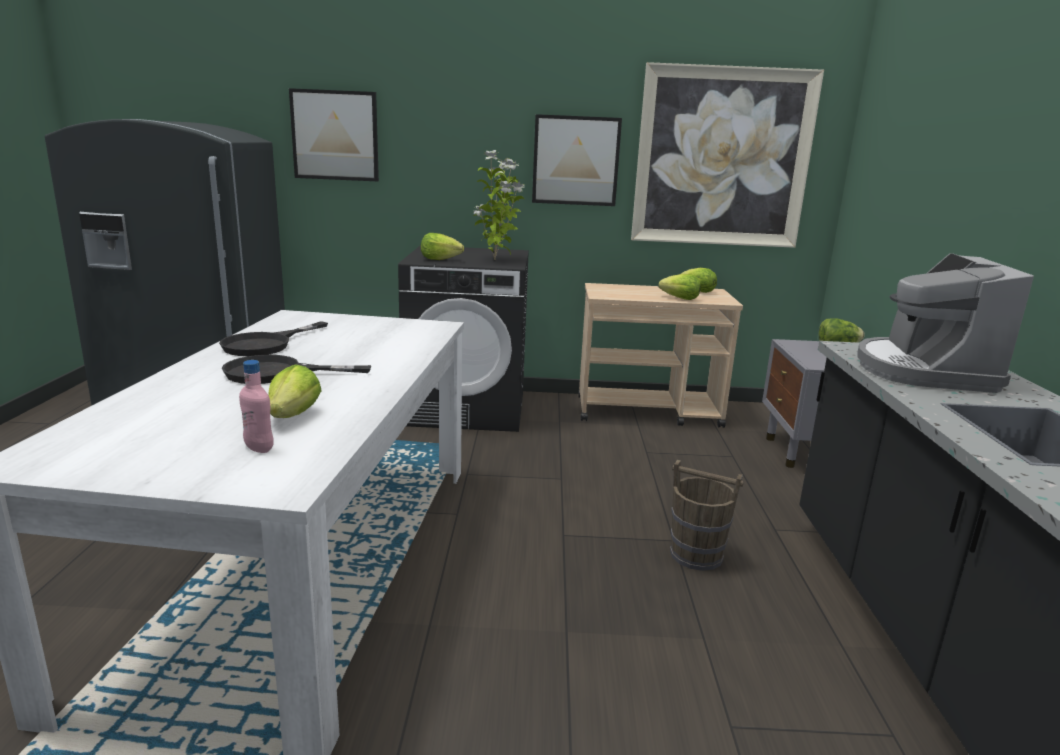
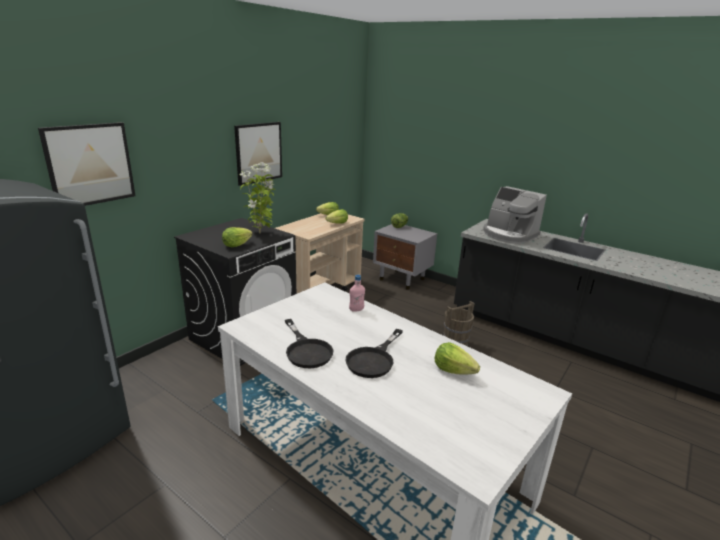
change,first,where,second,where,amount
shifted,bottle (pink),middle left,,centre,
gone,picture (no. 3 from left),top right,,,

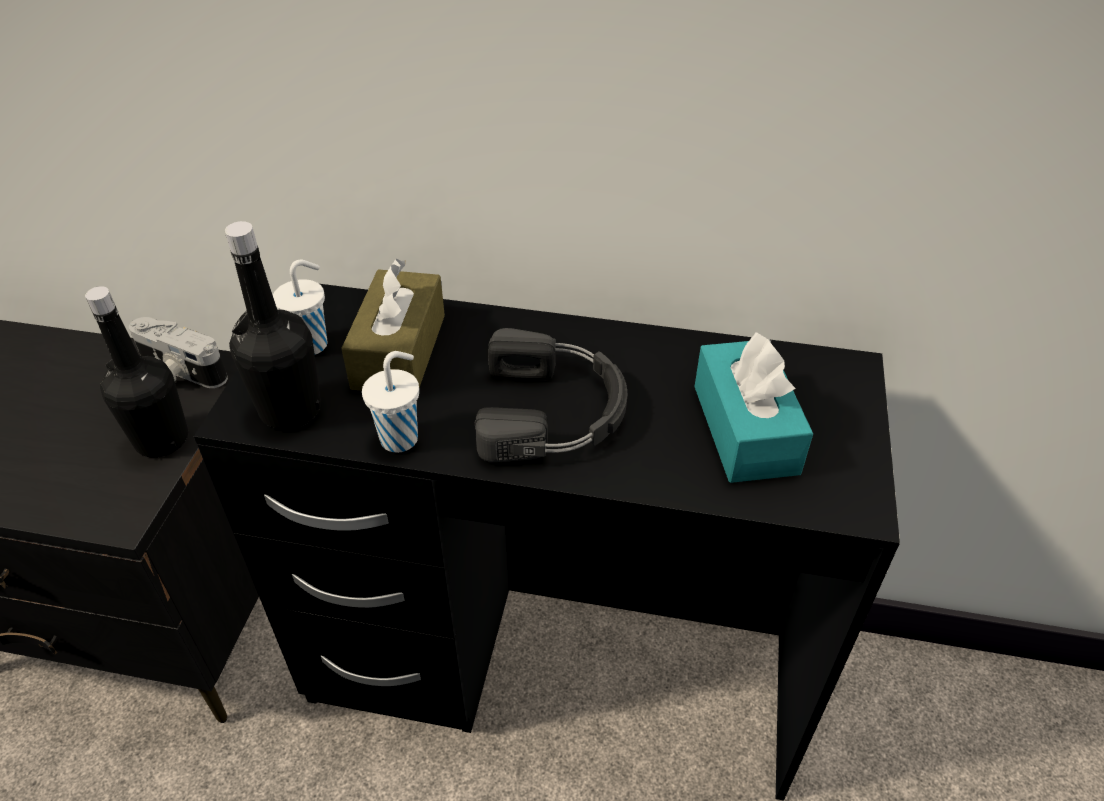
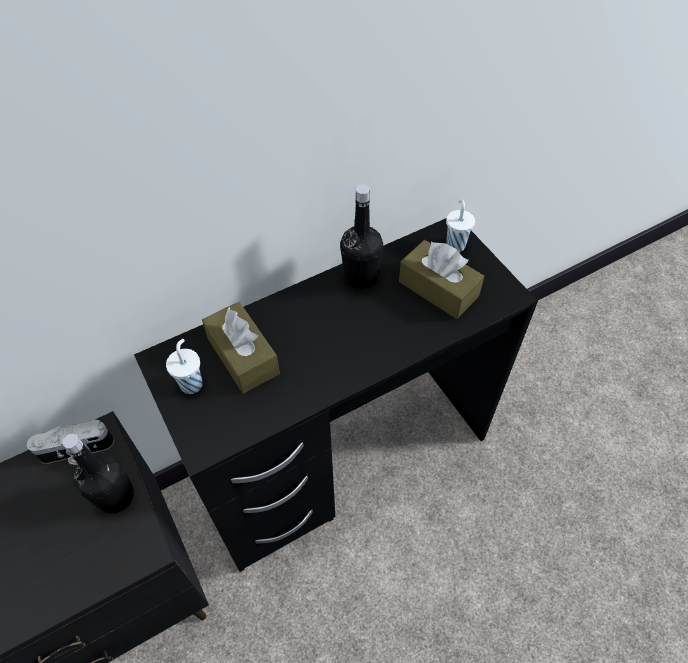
change,first,where,second,where,amount
shifted,bottle (black) (no. 2 from left),middle left,,centre,
shifted,cup (white) (no. 2 from left),centre,,middle right,
gone,headphones (black),centre,,,
repainted,tissue box (turquoise),middle right,tissue box (brown) (no. 2 from left),centre,

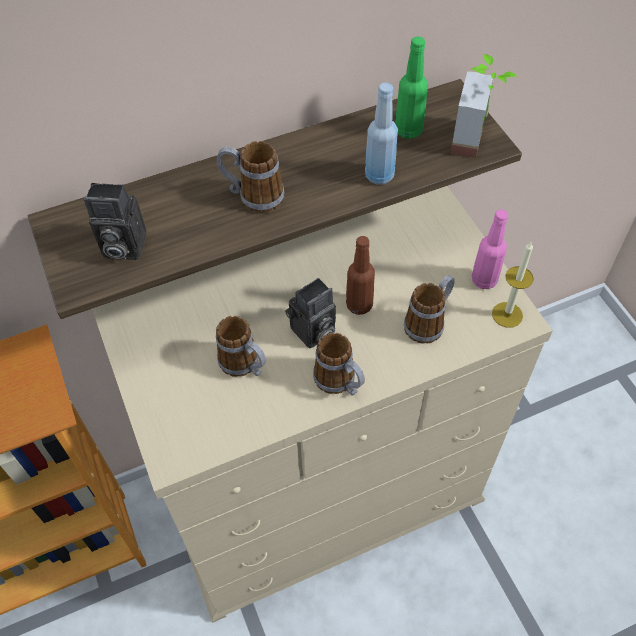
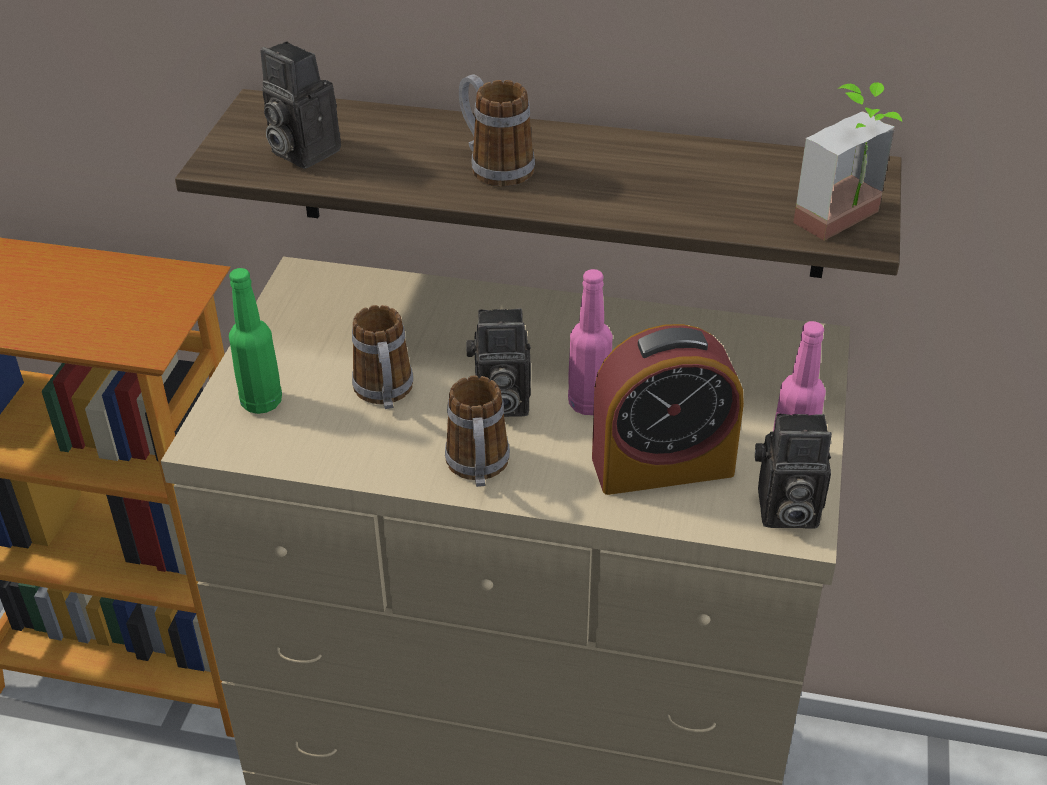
change,first,where,second,where,amount
repainted,bottle (brown),centre,bottle (pink) (no. 1 from left),centre,
gone,bottle (blue),top centre,,,
shifted,bottle (green),top centre,,middle left,
swapped,mug (no. 4 from left),middle right,alarm clock,centre,
swapped,candle,middle right,photo camera (no. 3 from left),middle right,

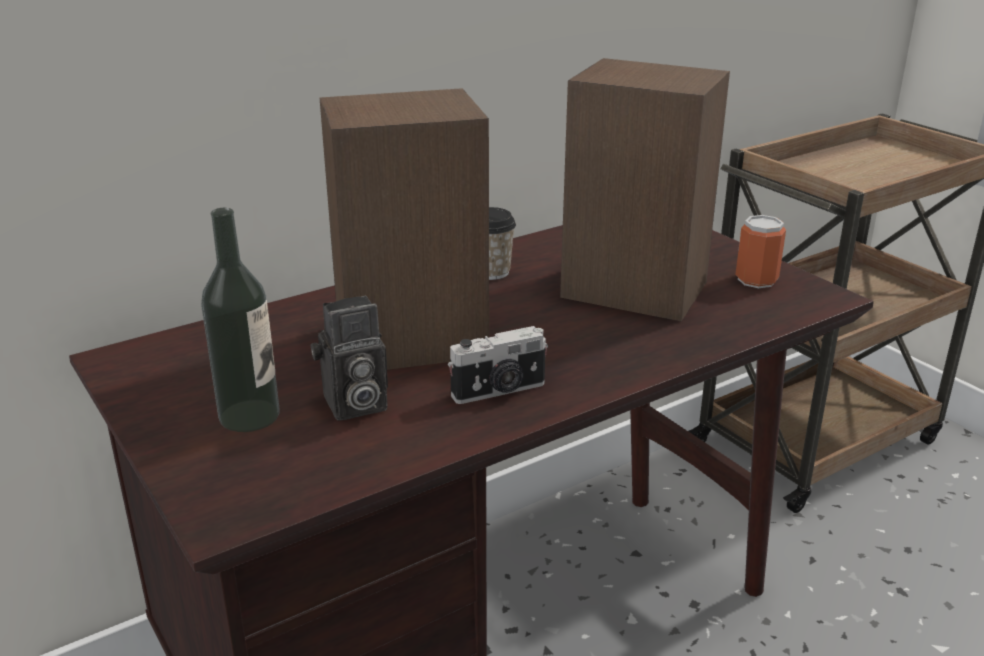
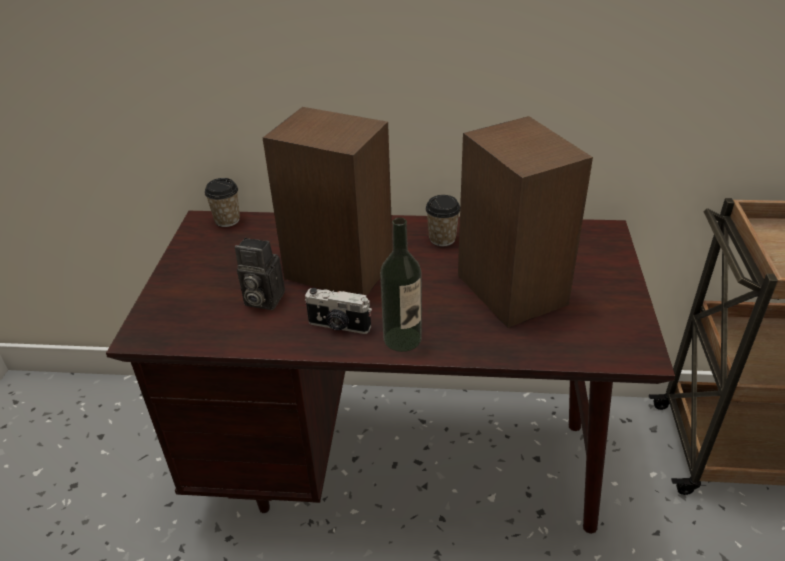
change,first,where,second,where,amount
shifted,bottle,middle left,,centre,
gone,can,middle right,,,
new,,,cup (no. 1 from left),middle left,

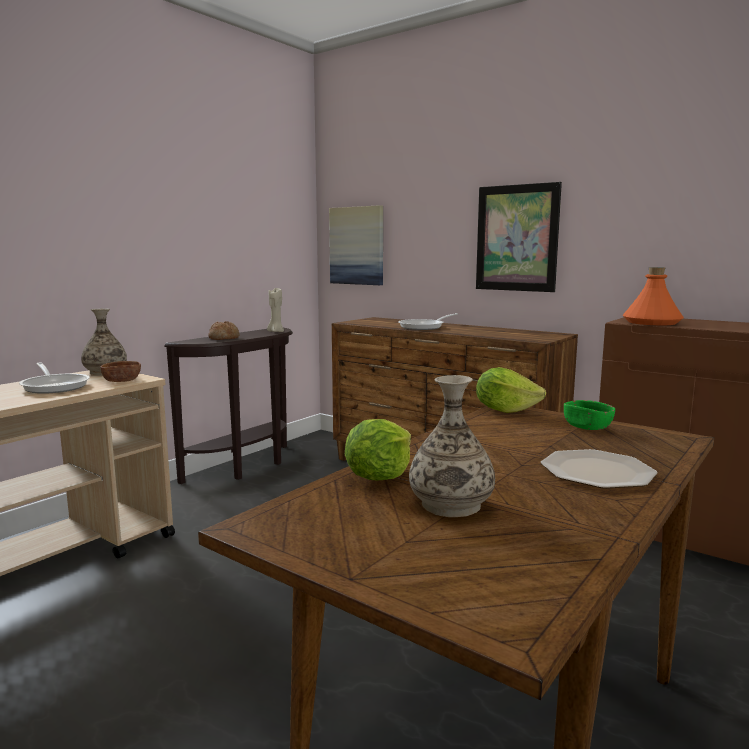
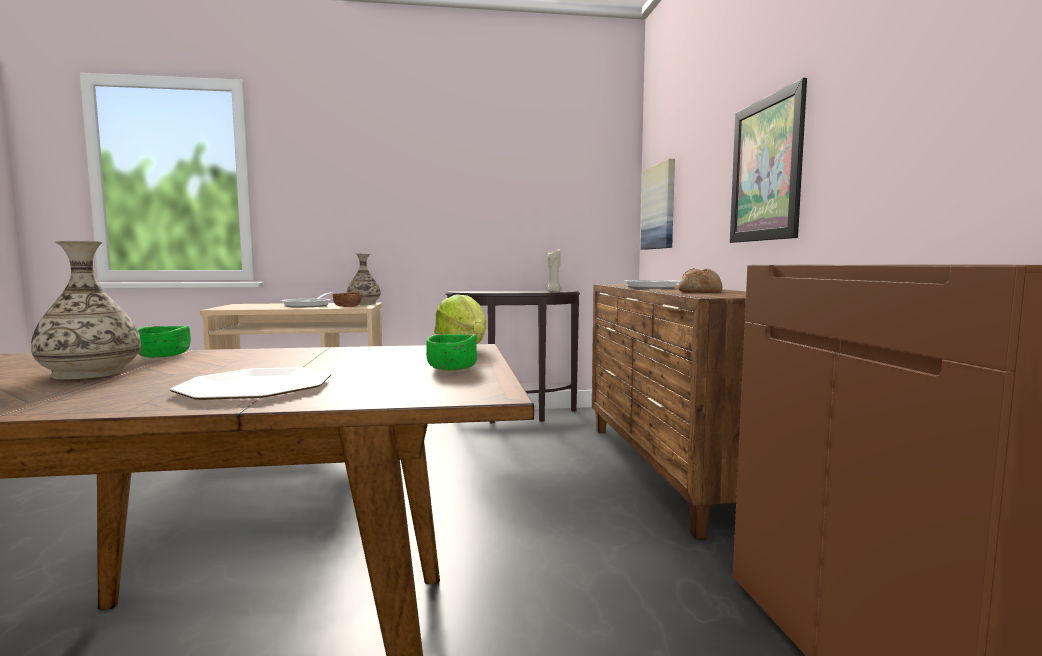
change,first,where,second,where,amount
shifted,bread,middle left,,middle right,
swapped,lettuce (no. 1 from left),centre,bowl (green) (no. 1 from left),middle left,
gone,bottle (orange),middle right,,,

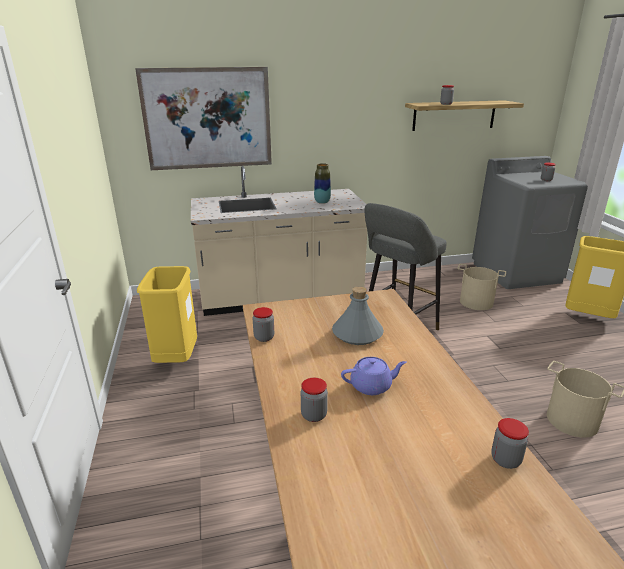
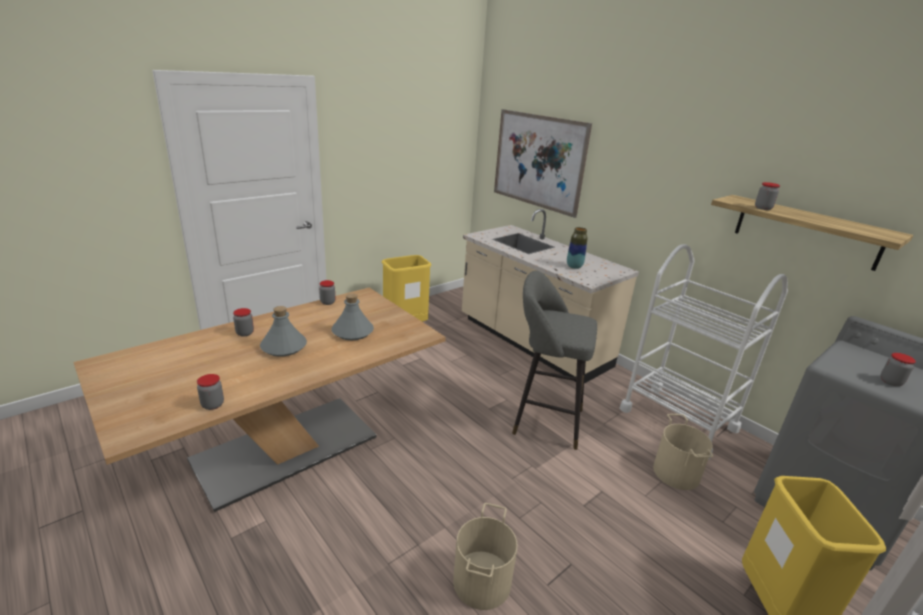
change,first,where,second,where,amount
swapped,teapot (purple),centre,bottle (grey) (no. 1 from left),middle left,
new,,,cart (white),middle right,

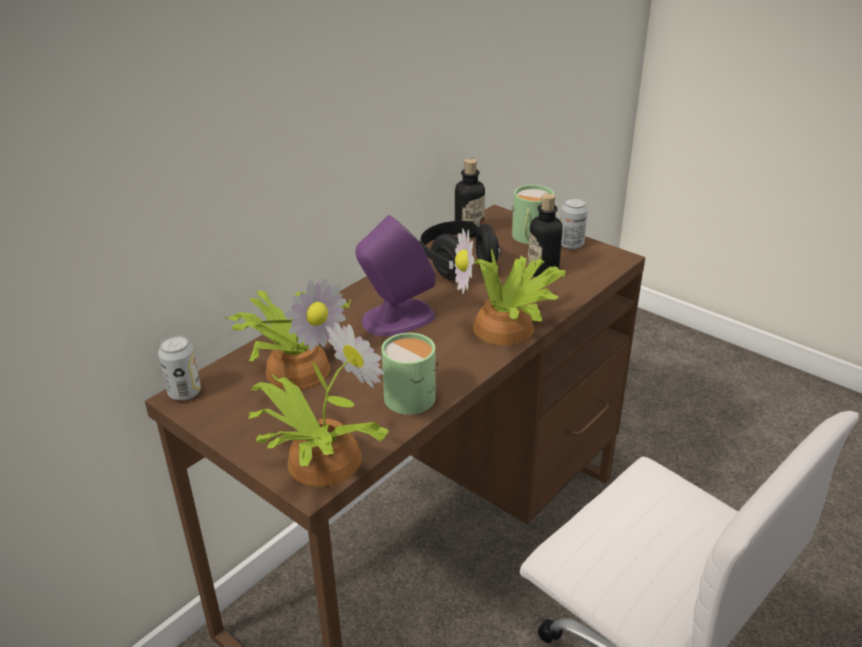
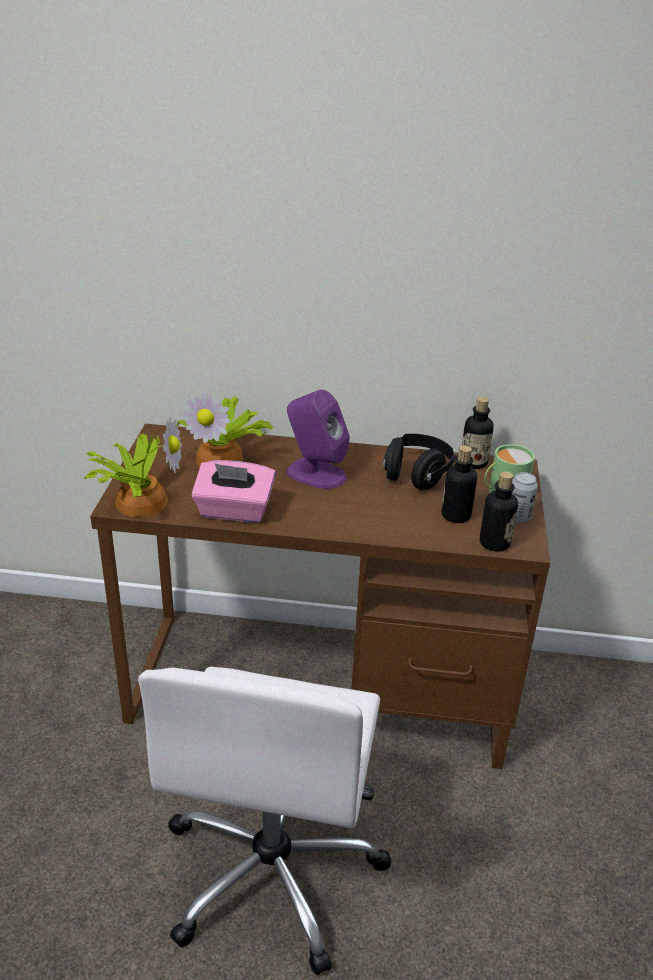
change,first,where,second,where,amount
gone,can (no. 1 from left),middle left,,,
swapped,mug (green) (no. 1 from left),centre,tissue box (pink),centre,
gone,potted plant (no. 3 from left),centre,,,
new,,,bottle (no. 3 from left),middle right,

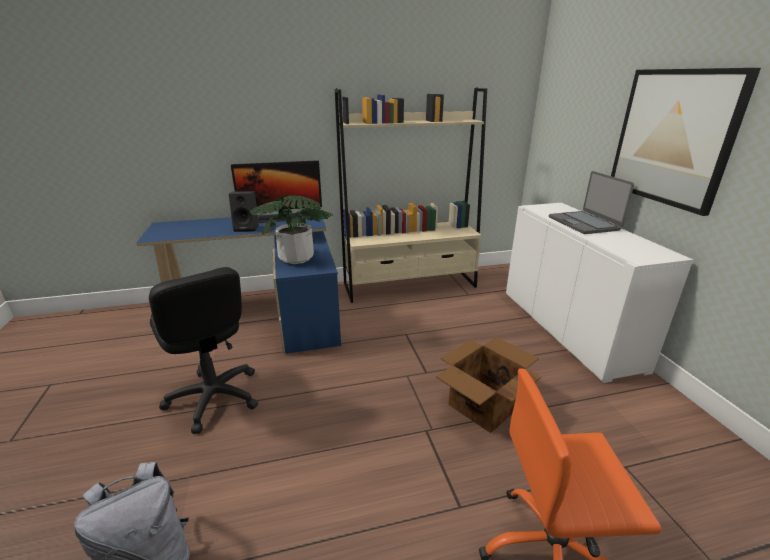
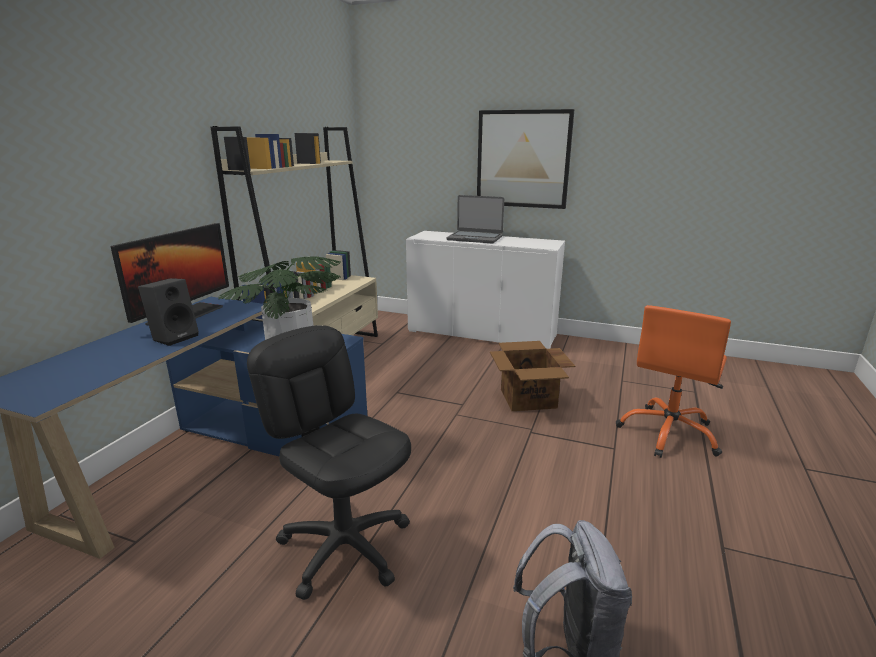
change,first,where,second,where,amount
rotated,office chair (black),middle left,,bottom centre,135 degrees counterclockwise

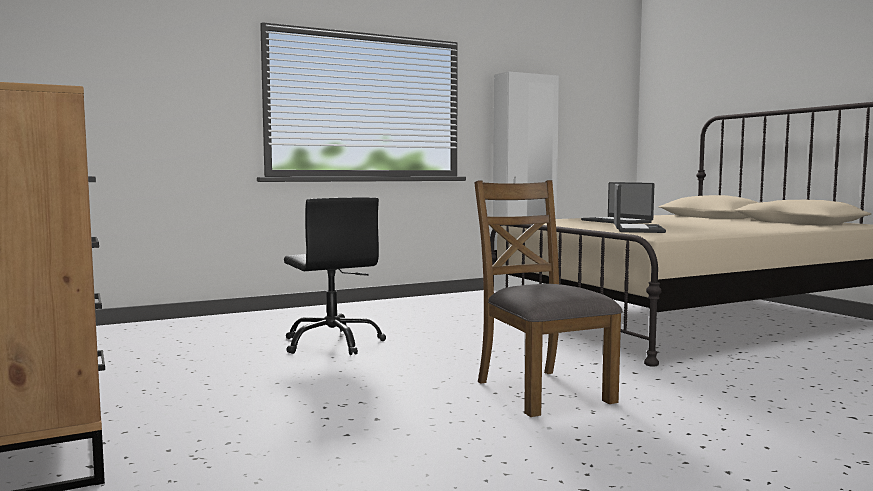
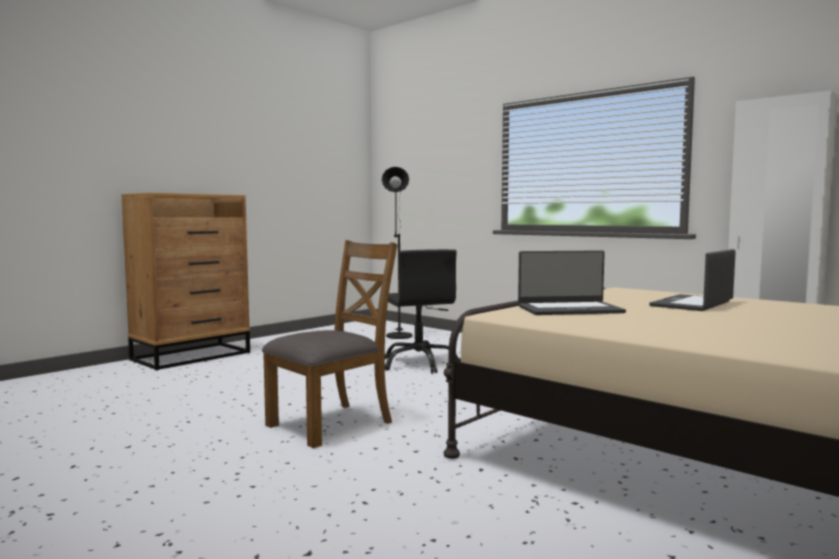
change,first,where,second,where,amount
rotated,office chair (black),centre,,centre,60 degrees counterclockwise
new,,,floor lamp (black),centre,

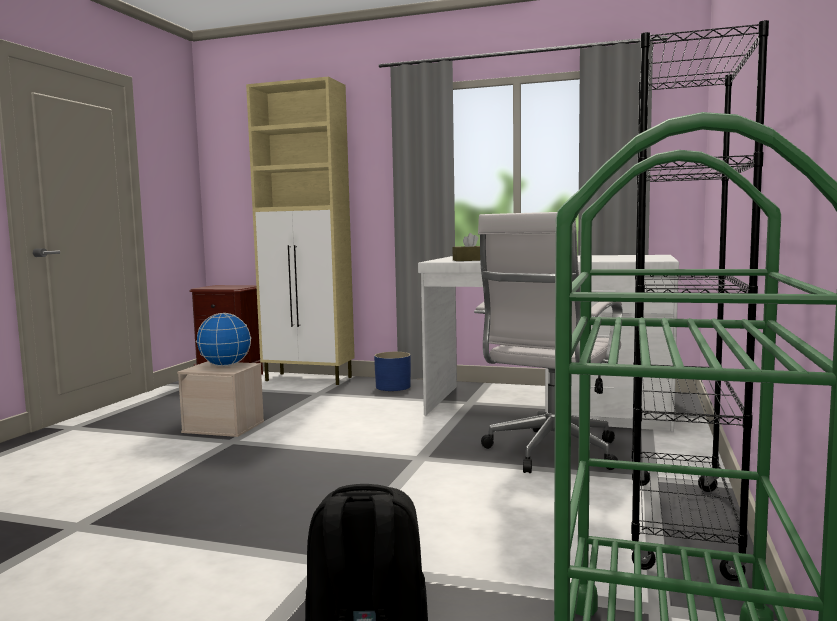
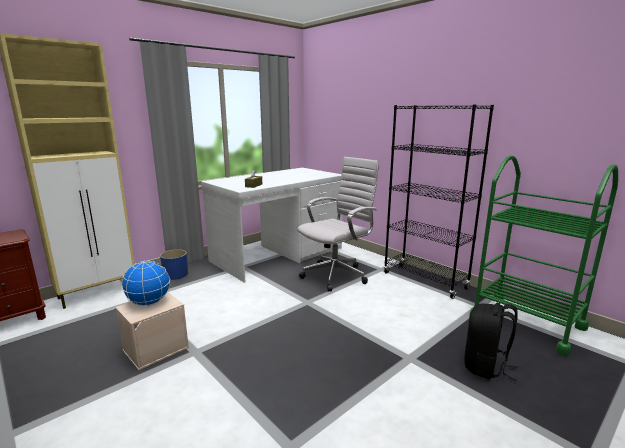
change,first,where,second,where,amount
rotated,office chair (white),centre,,centre,105 degrees counterclockwise

